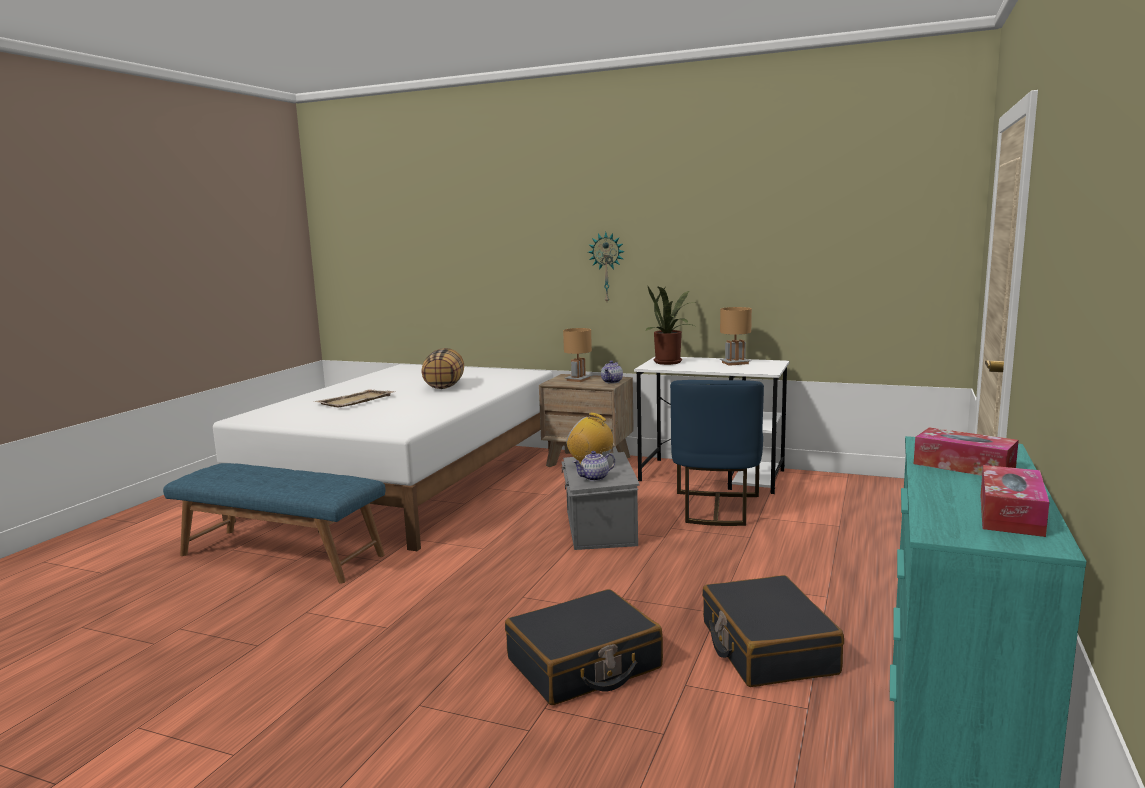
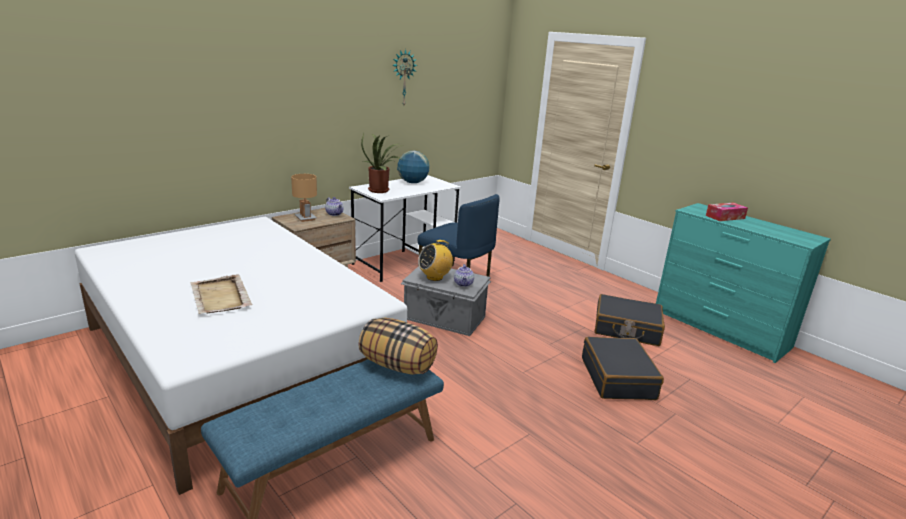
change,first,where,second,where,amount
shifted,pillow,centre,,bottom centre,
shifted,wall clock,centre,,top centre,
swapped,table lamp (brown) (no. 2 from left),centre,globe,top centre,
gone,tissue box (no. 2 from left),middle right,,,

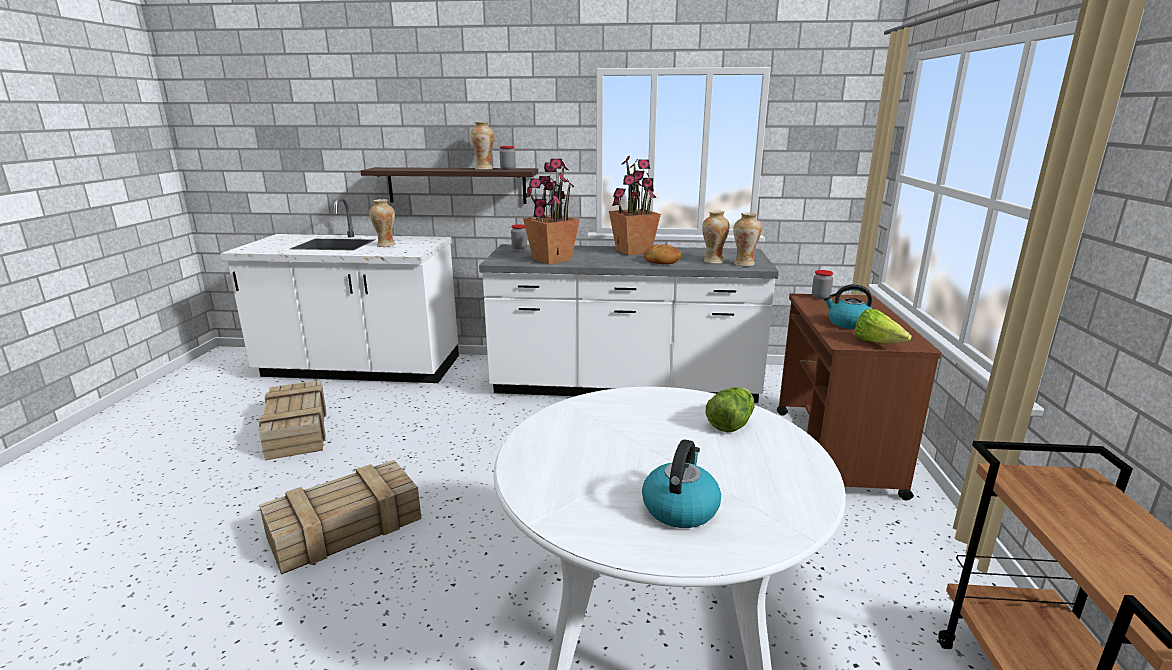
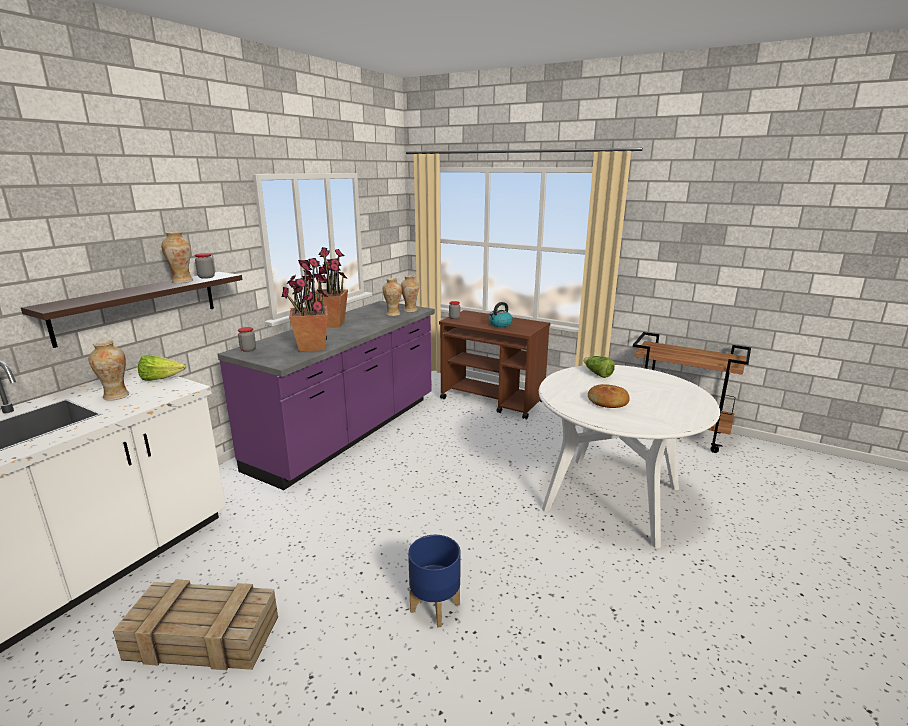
change,first,where,second,where,amount
swapped,crate (no. 2 from left),bottom left,planter (blue),bottom centre,
repainted,counter (white) (no. 2 from left),centre,counter (purple),centre,
gone,kettle (no. 1 from left),bottom centre,,,
shifted,bread,centre,,middle right,
shifted,lettuce (no. 2 from left in the first image),middle right,lettuce (no. 1 from left),middle left,

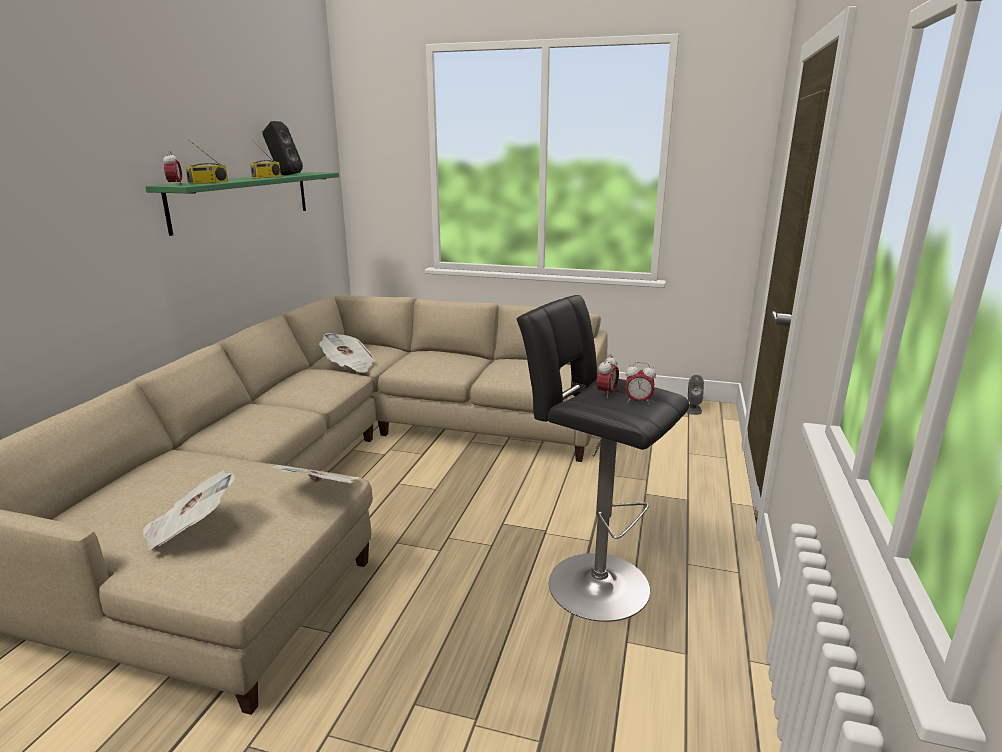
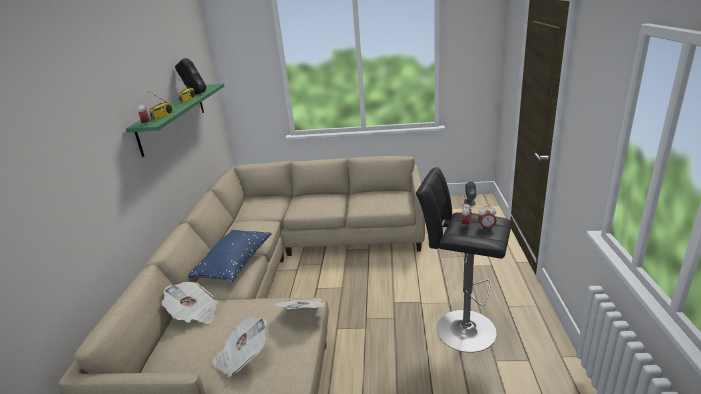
change,first,where,second,where,amount
shifted,newspaper (no. 3 from left in the first image),centre,newspaper (no. 1 from left),bottom left,
new,,,pillow (blue),middle left,

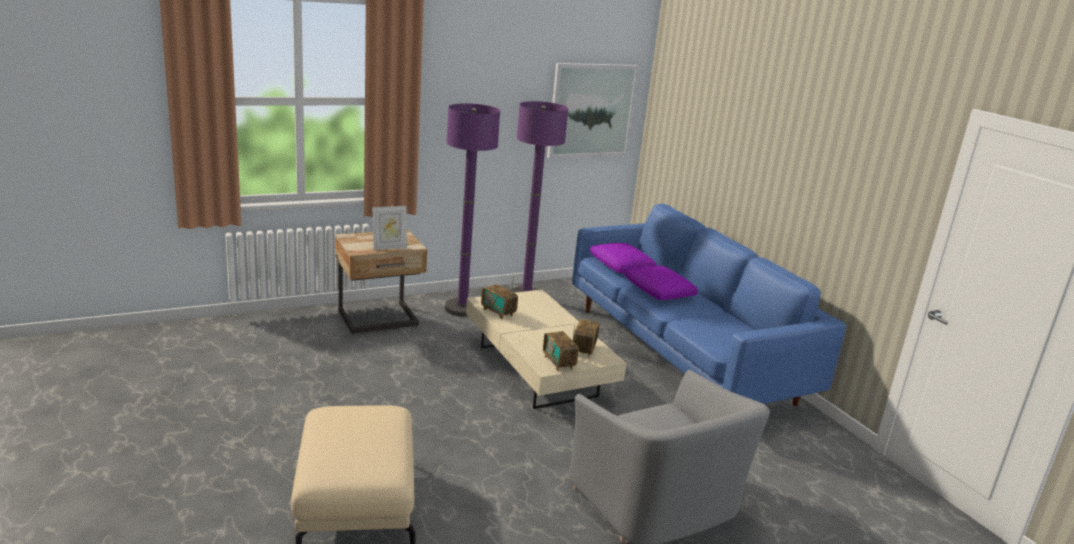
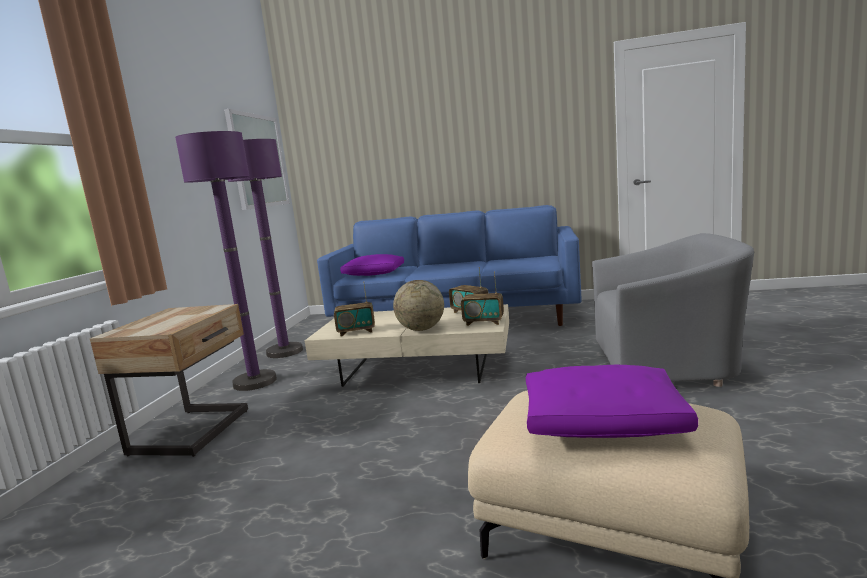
change,first,where,second,where,amount
gone,picture frame,centre,,,
shifted,pillow (purple) (no. 2 from left),centre,,bottom right,
new,,,globe,centre,

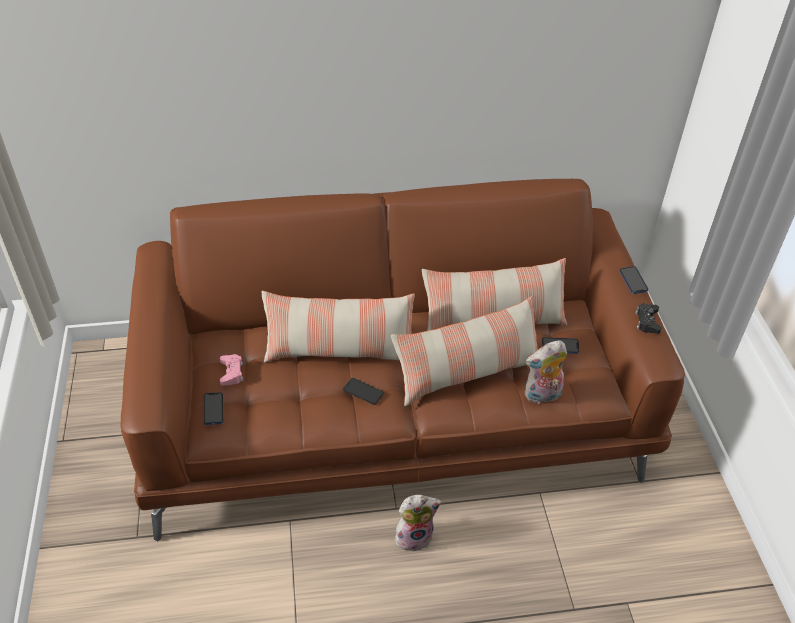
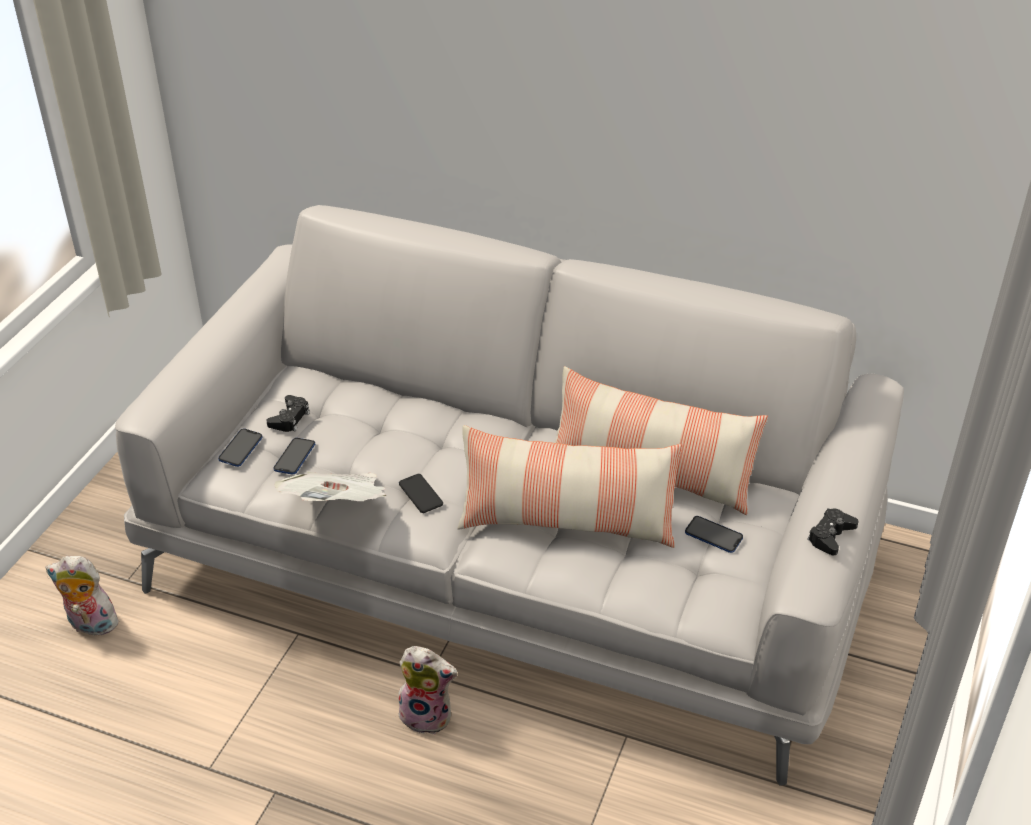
change,first,where,second,where,amount
repainted,sofa (brown),centre,sofa (grey),centre,
repainted,game controller (pink),middle left,game controller (black) (no. 1 from left),middle left,
gone,pillow (no. 1 from left),centre,,,
shifted,plush toy (no. 2 from left in the first image),middle right,plush toy (no. 1 from left),bottom left,
shifted,phone (no. 4 from left in the first image),middle right,phone (no. 2 from left),middle left,
new,,,newspaper,middle left,

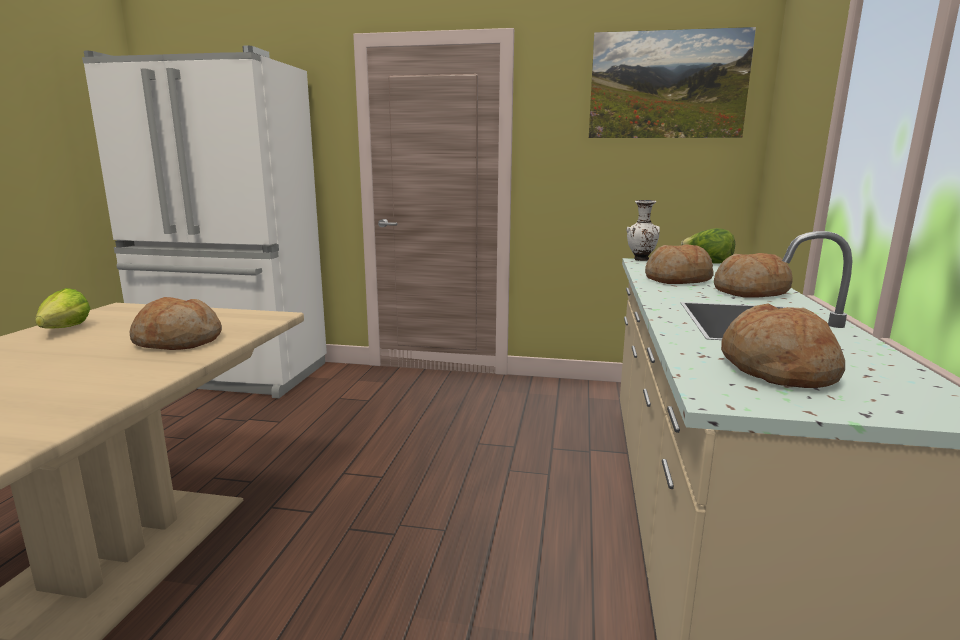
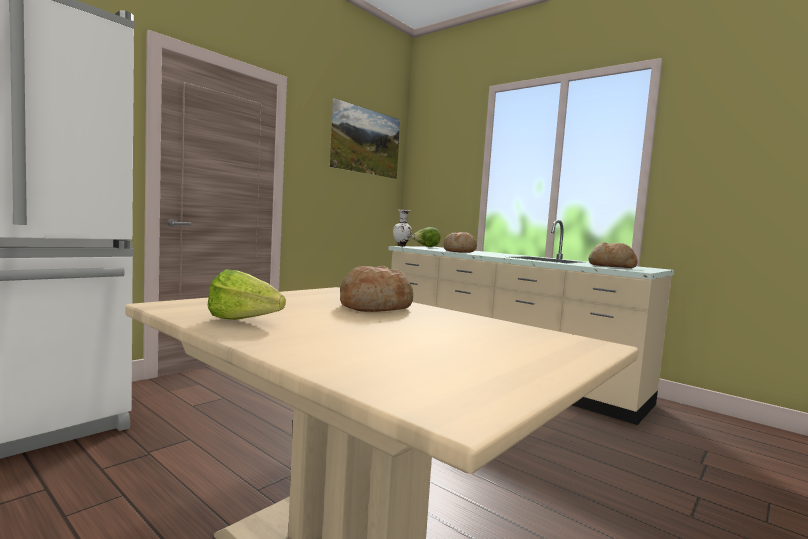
change,first,where,second,where,amount
gone,bread (no. 3 from left),middle right,,,

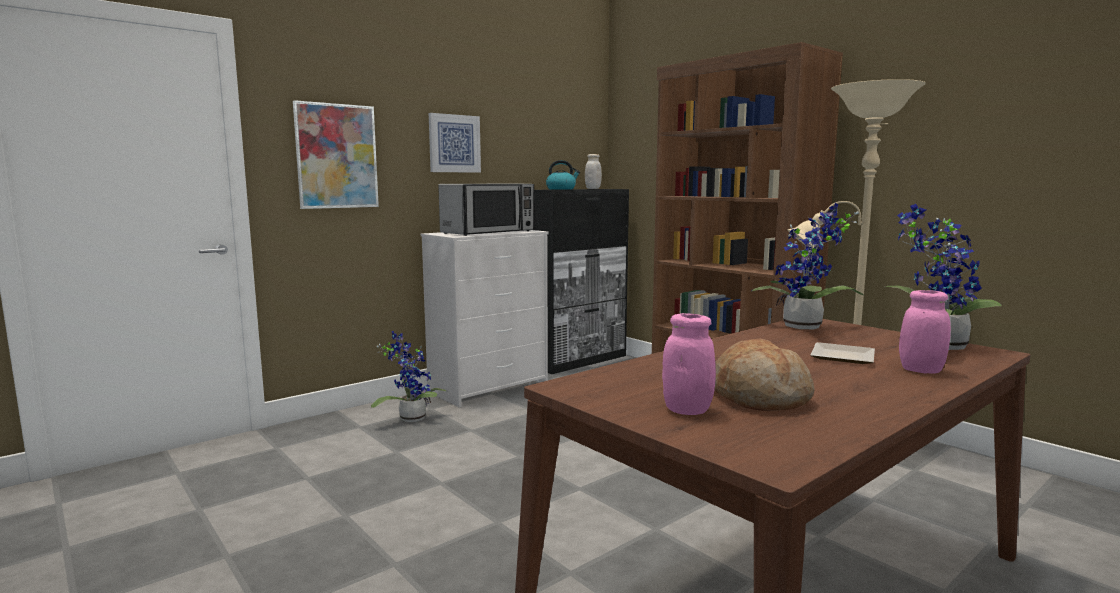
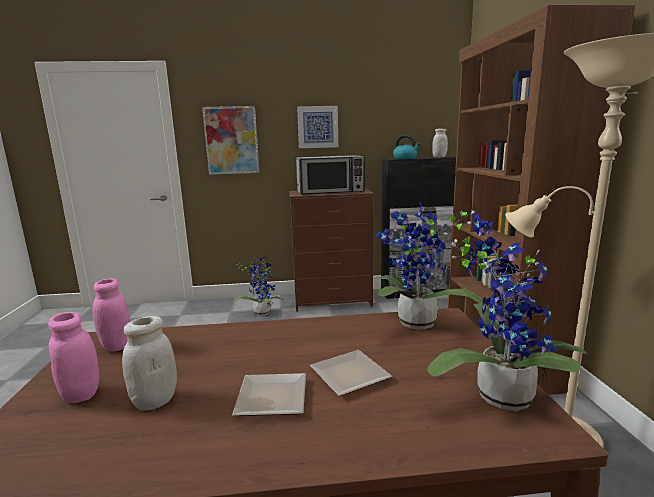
change,first,where,second,where,amount
repainted,dresser (white),centre,dresser (brown),centre,
swapped,bread,middle right,jar (white) (no. 1 from left),bottom left,
shifted,jar (pink) (no. 2 from left),middle right,,middle left,
new,,,plate (no. 1 from left),bottom centre,

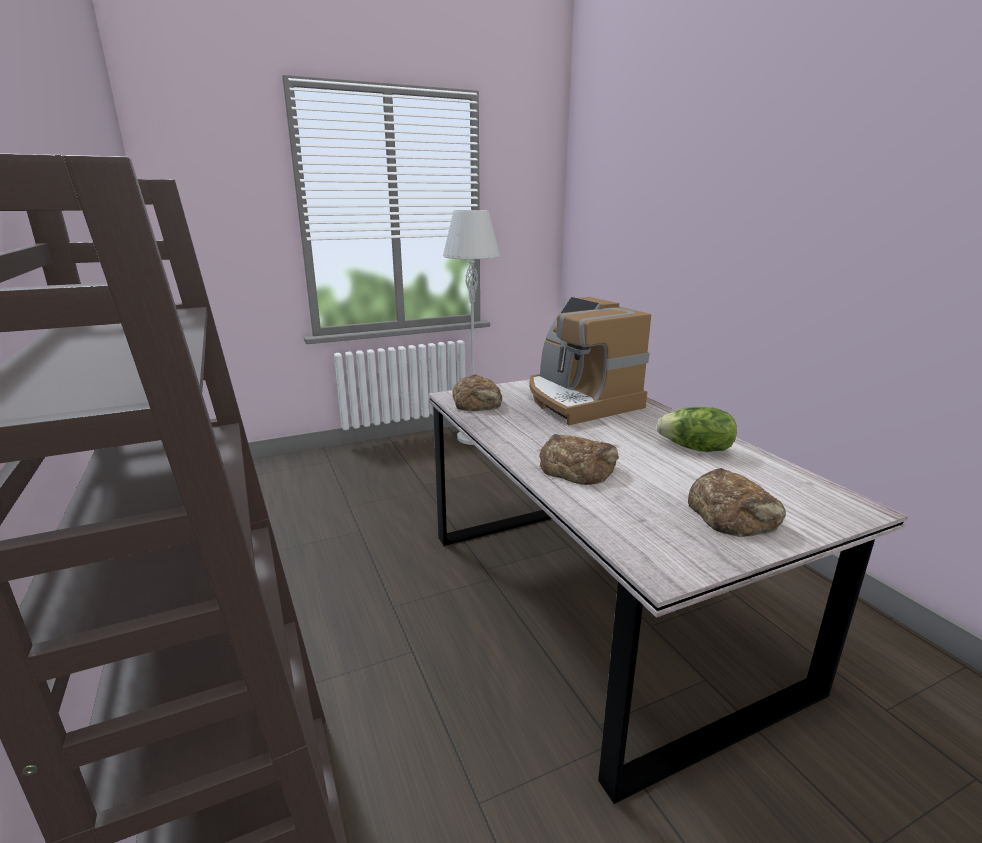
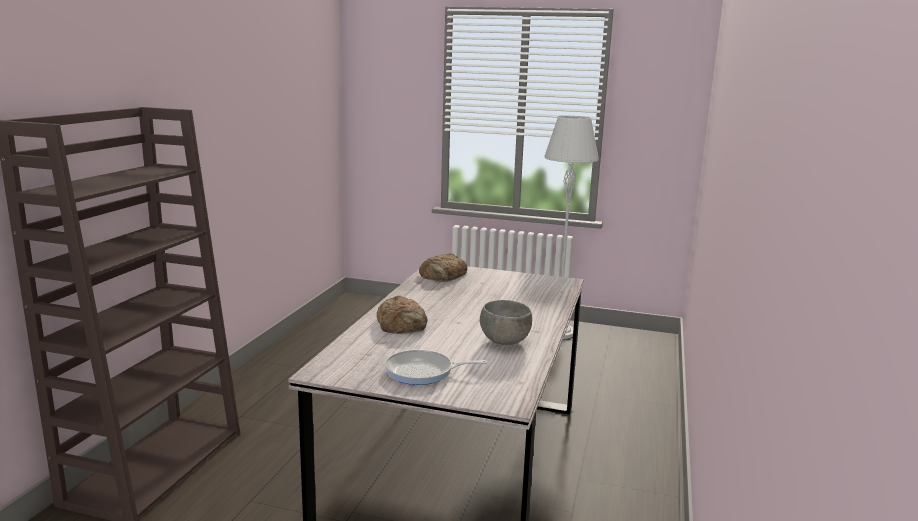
change,first,where,second,where,amount
gone,coffee machine,centre,,,
swapped,lettuce,middle right,bowl (grey),centre,
swapped,bread (no. 3 from left),middle right,frying pan,bottom centre,

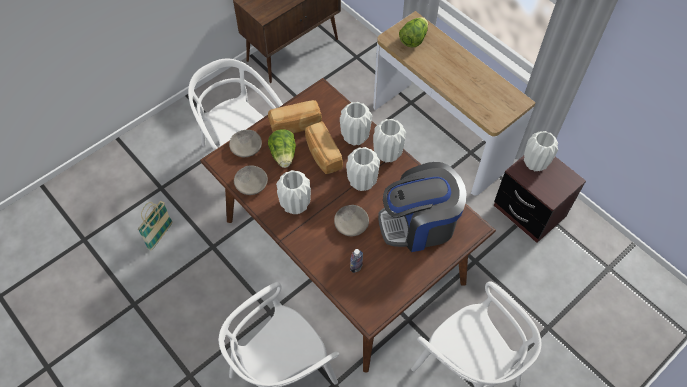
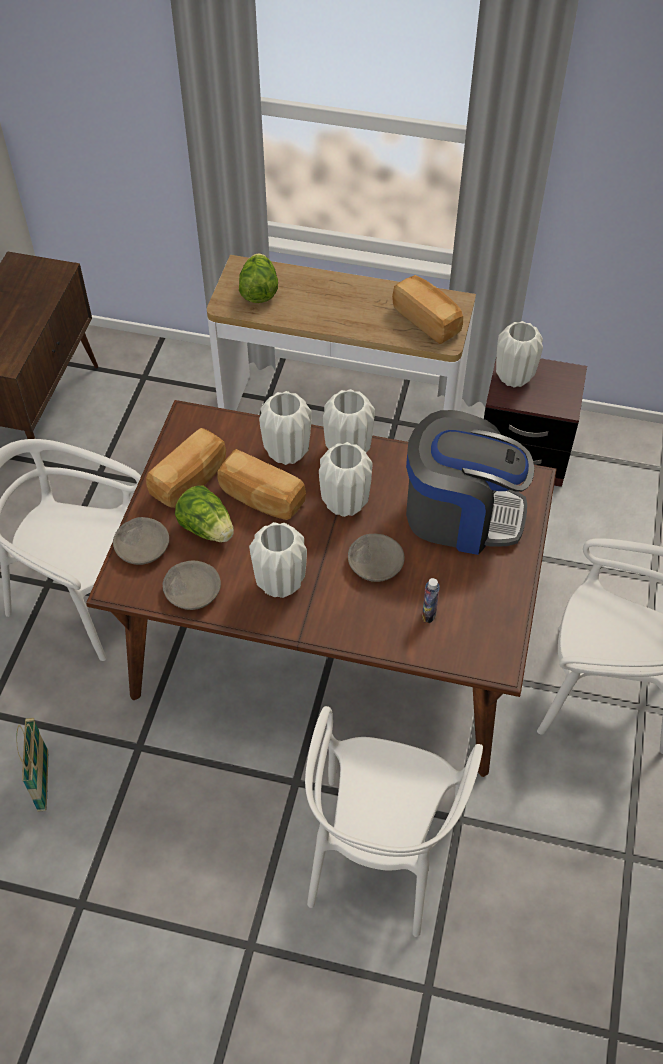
change,first,where,second,where,amount
rotated,coffee machine,centre,,middle right,120 degrees counterclockwise
new,,,bread (no. 3 from left),top centre,

